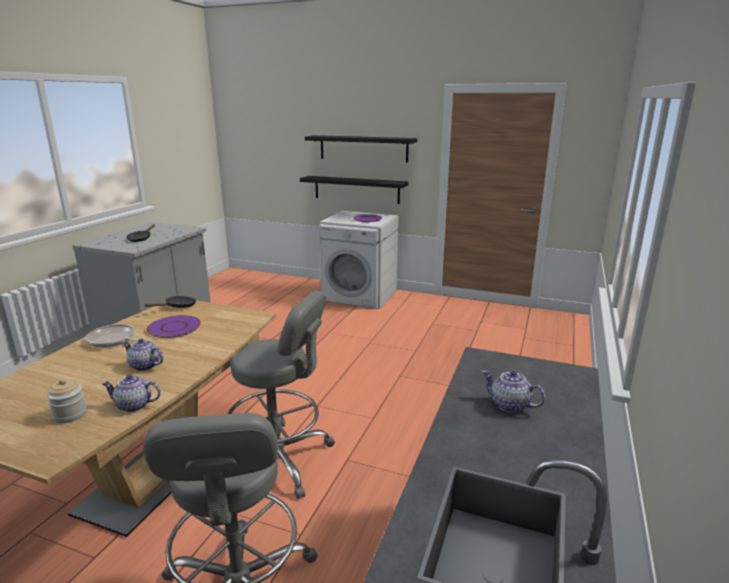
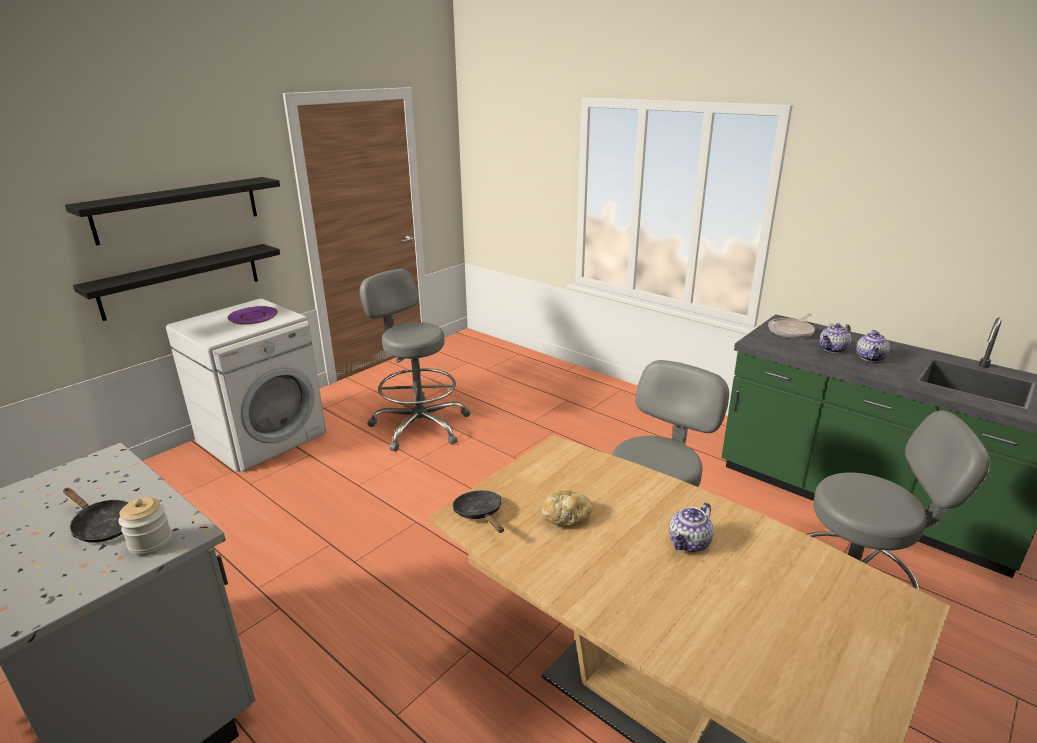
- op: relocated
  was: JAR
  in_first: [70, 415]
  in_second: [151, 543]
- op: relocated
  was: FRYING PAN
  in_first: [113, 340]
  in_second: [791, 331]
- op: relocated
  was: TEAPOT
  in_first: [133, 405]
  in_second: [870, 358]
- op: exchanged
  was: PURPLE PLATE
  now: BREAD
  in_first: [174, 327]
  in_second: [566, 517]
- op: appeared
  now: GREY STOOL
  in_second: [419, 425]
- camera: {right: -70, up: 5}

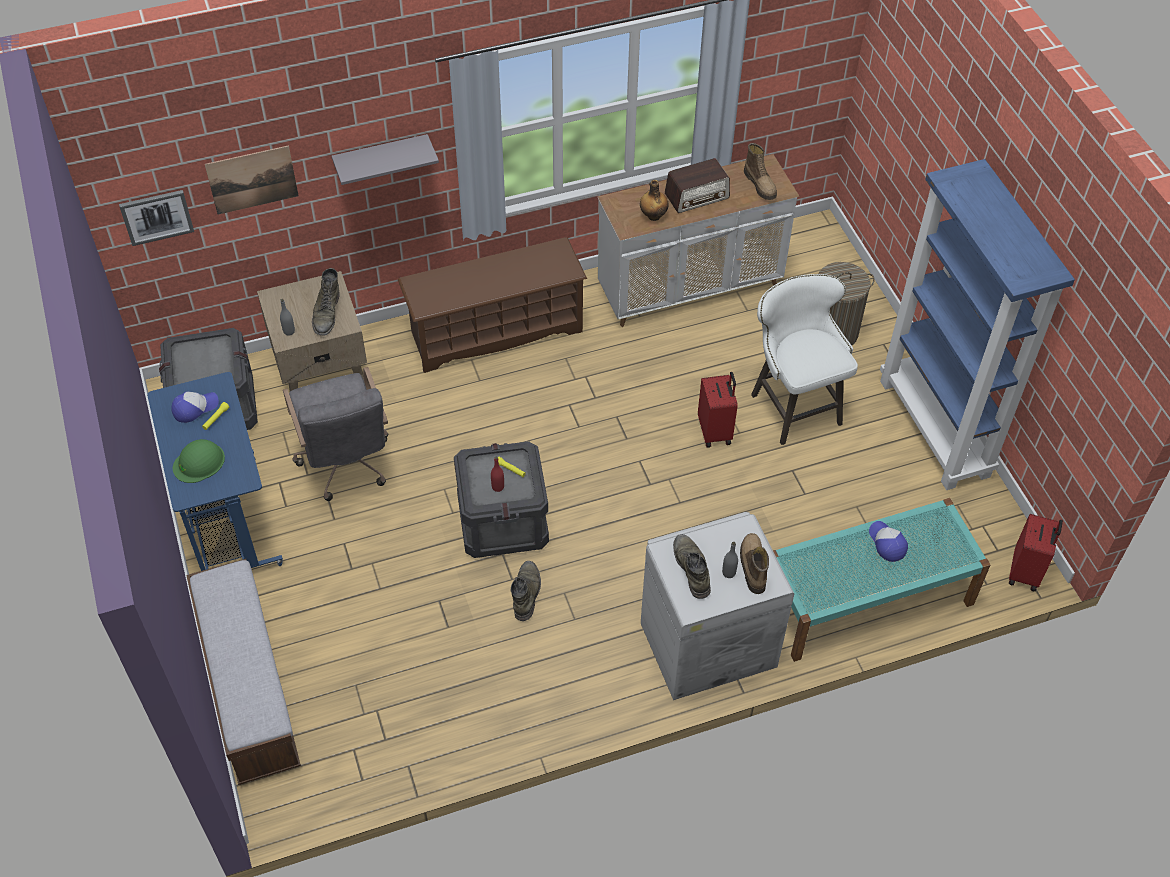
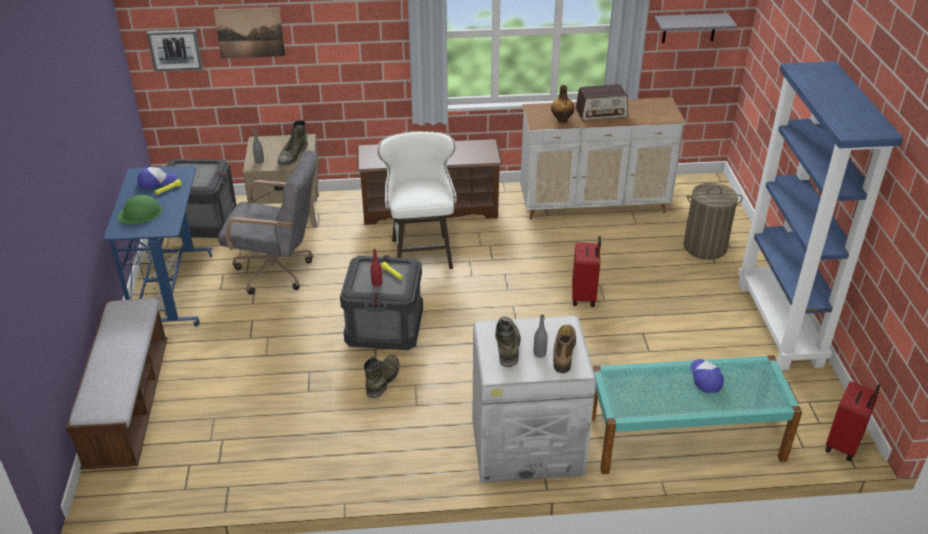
- op: spun
  was: GREY OFFICE CHAIR
  in_first: [347, 468]
  in_second: [278, 273]
  clockwise: -75
- op: relocated
  was: GREY SHELF
  in_first: [381, 159]
  in_second: [689, 28]
- op: missing
  was: BOOT
  in_first: [760, 184]
- op: relocated
  was: WHITE STOOL
  in_first: [794, 406]
  in_second: [421, 251]
- camera: {right: 15, up: -15}

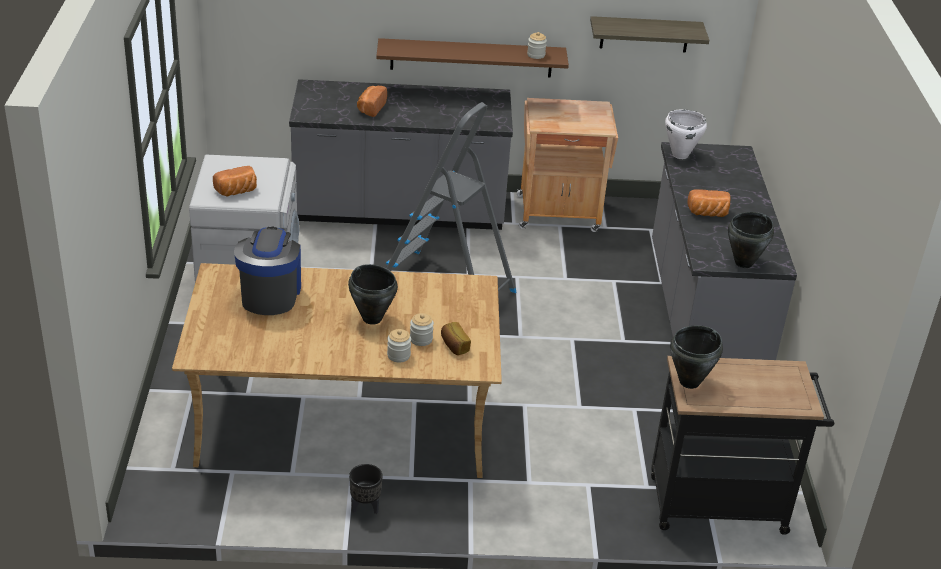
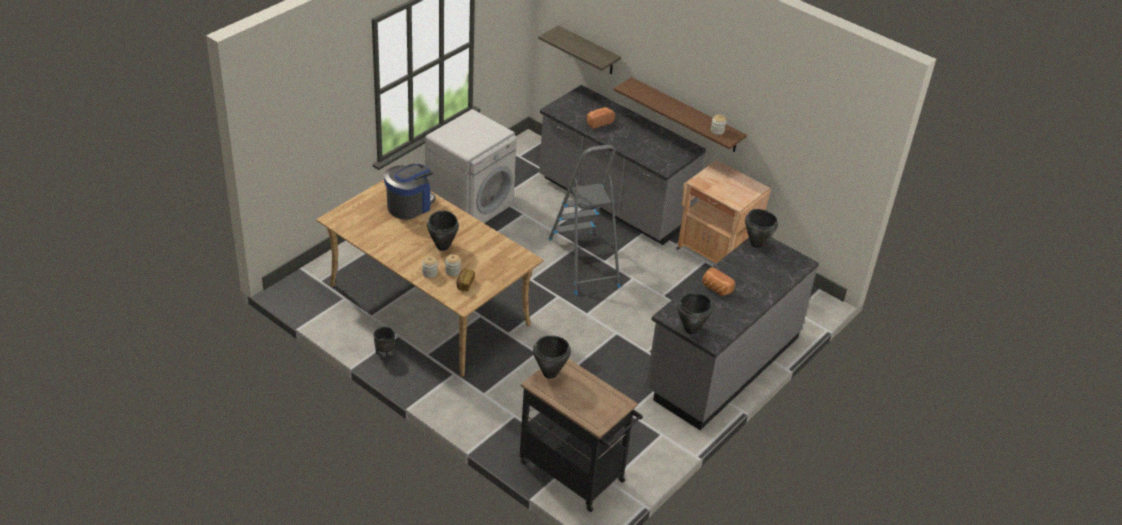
- op: missing
  was: BREAD
  in_first: [237, 192]
- op: relocated
  was: SHELF
  in_first: [644, 34]
  in_second: [588, 51]
- op: colour
  was: WHITE COOKING POT
  now: BLACK COOKING POT
  in_first: [679, 155]
  in_second: [756, 243]
- camera: {right: 40, up: 5}

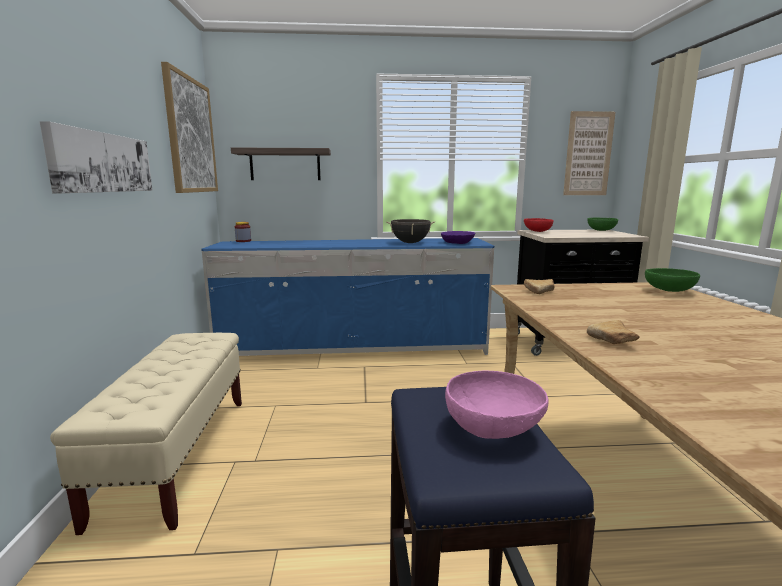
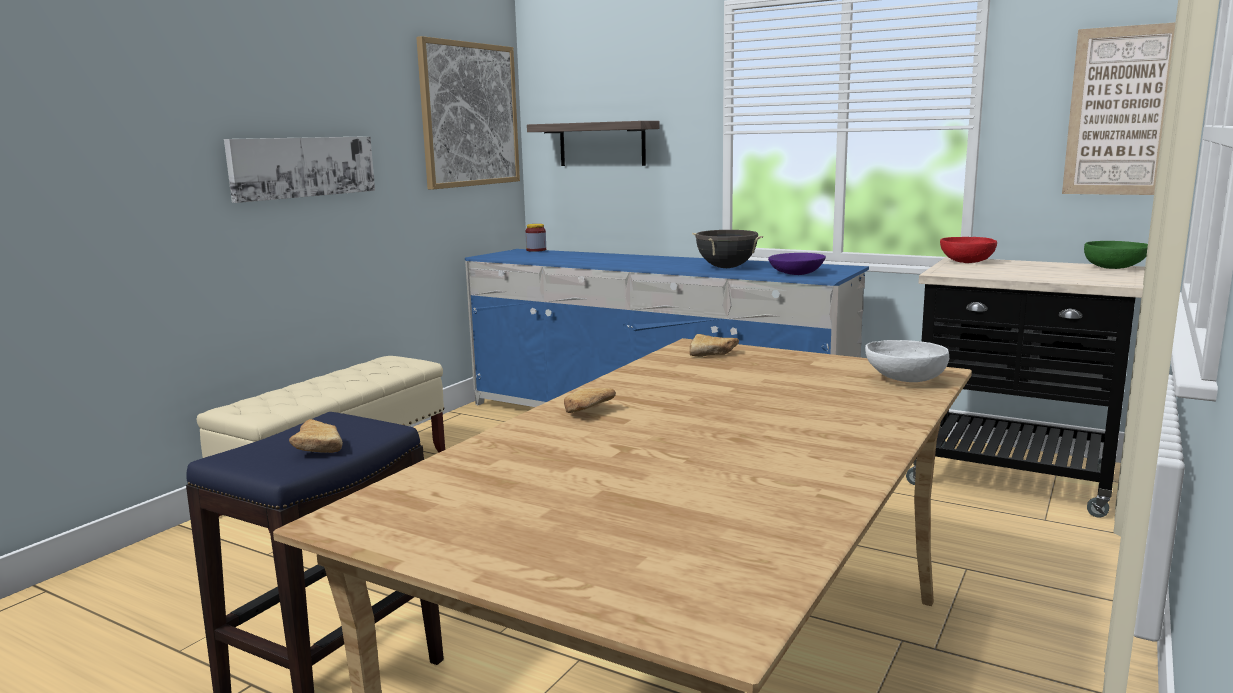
- op: exchanged
  was: PINK BOWL
  now: BREAD
  in_first: [494, 428]
  in_second: [317, 446]
- op: colour
  was: GREEN BOWL
  now: WHITE BOWL
  in_first: [669, 291]
  in_second: [904, 380]
- camera: {right: 35, up: 0}

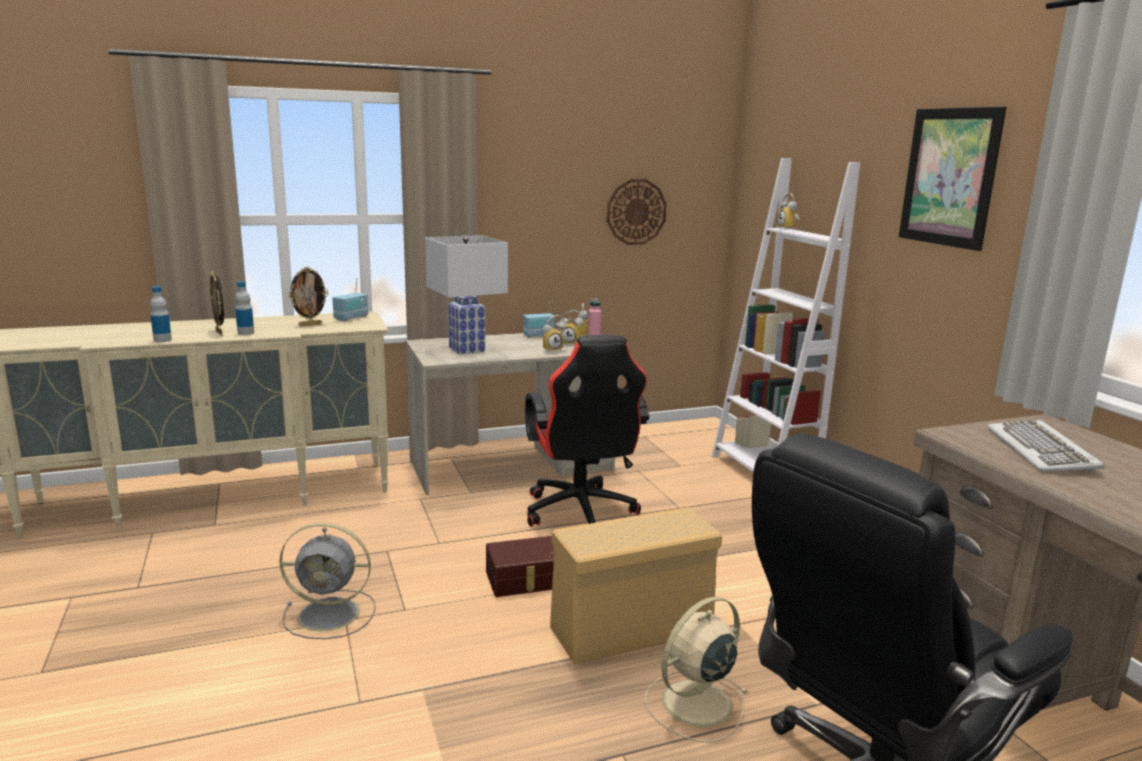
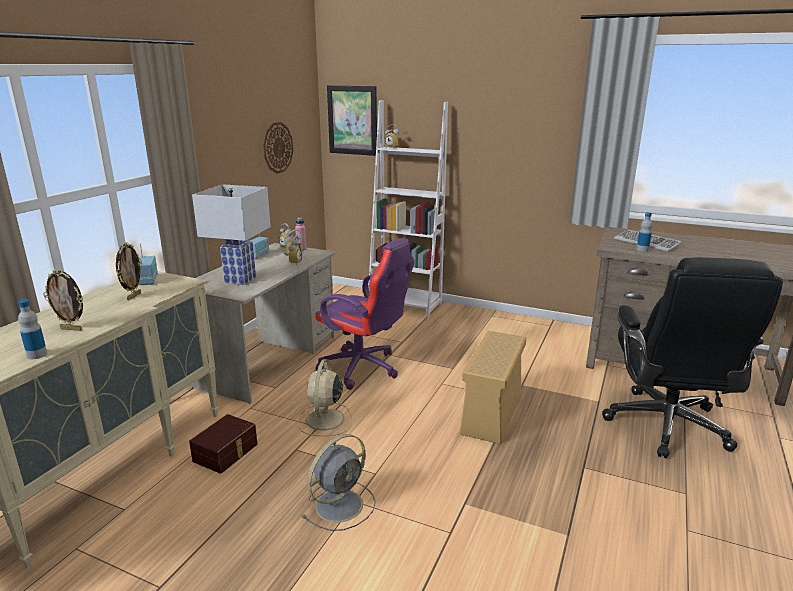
- op: relocated
  was: BOTTLE
  in_first: [246, 333]
  in_second: [642, 250]
- op: relocated
  was: BROWN STORAGE BOX
  in_first: [524, 580]
  in_second: [227, 453]
- op: colour
  was: BLACK OFFICE CHAIR
  now: PURPLE OFFICE CHAIR
  in_first: [580, 516]
  in_second: [365, 370]
- op: relocated
  was: BEIGE FAN
  in_first: [694, 704]
  in_second: [324, 420]
- op: relocated
  was: PICTURE
  in_first: [949, 177]
  in_second: [352, 120]
- camera: {right: -45, up: 5}

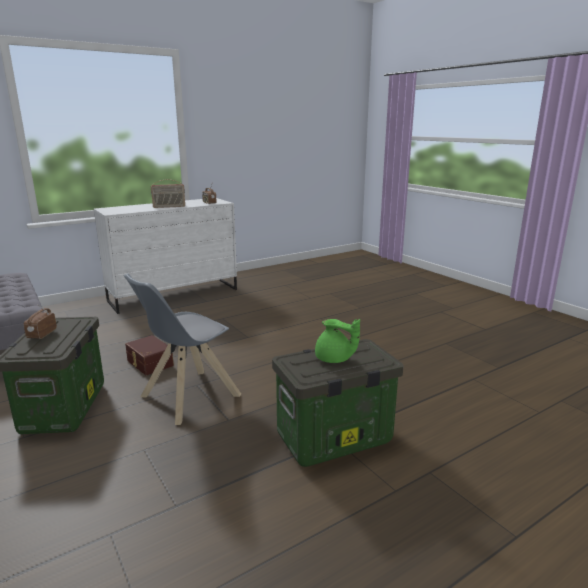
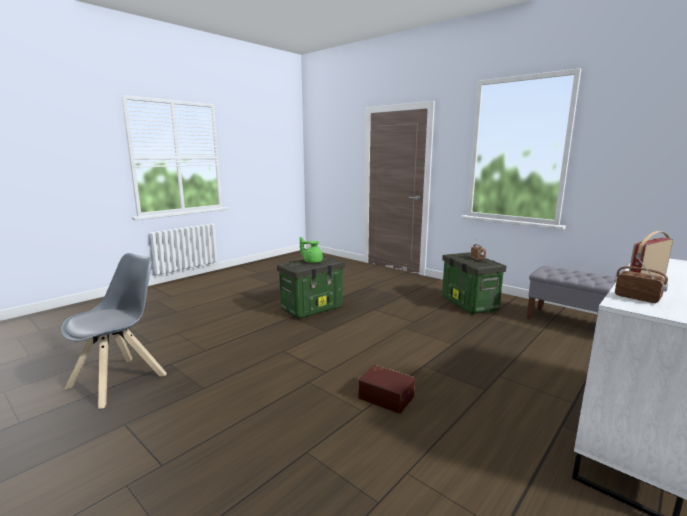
- op: relocated
  was: GREY CHAIR
  in_first: [188, 397]
  in_second: [120, 380]
- op: relocated
  was: BROWN STORAGE BOX
  in_first: [149, 363]
  in_second: [386, 396]
- camera: {right: 165, up: -5}

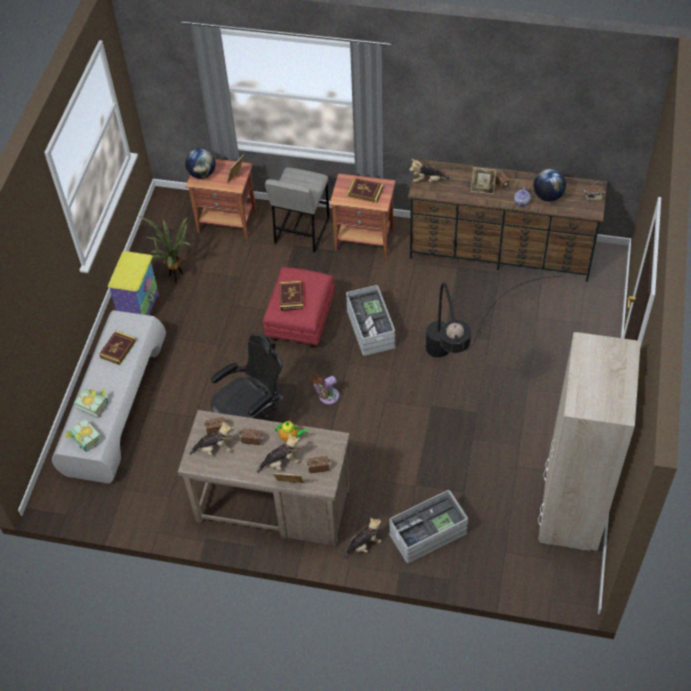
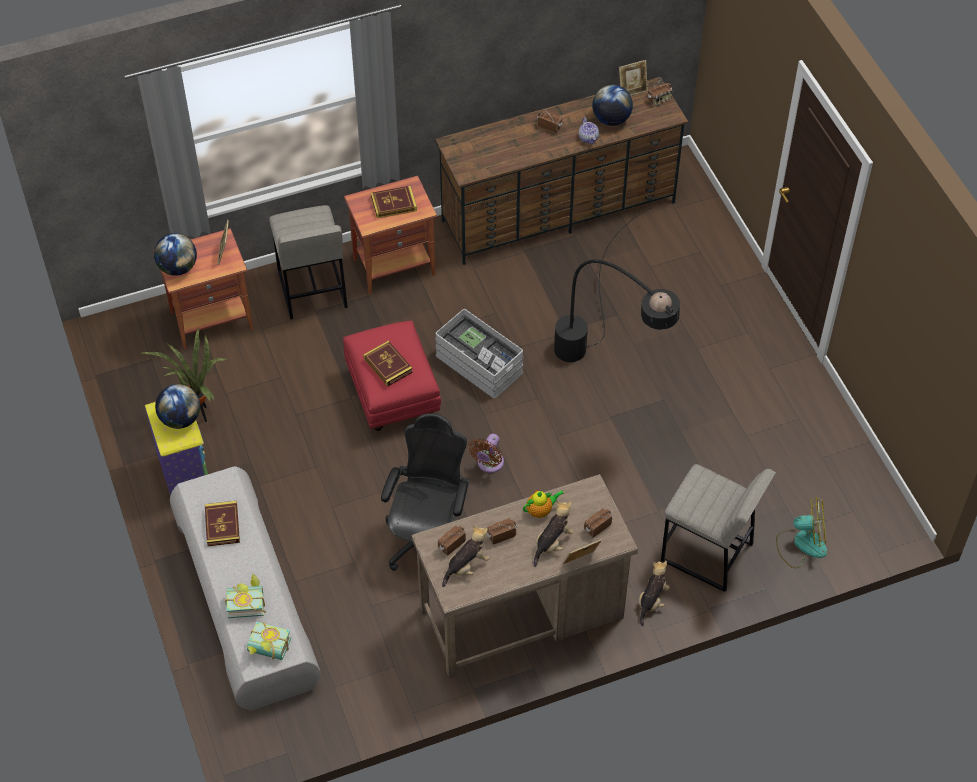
- op: exchanged
  was: GREY STORAGE BOX
  now: GREY CHAIR
  in_first: [428, 534]
  in_second: [709, 553]
- op: missing
  was: PLUSH TOY
  in_first: [427, 180]
- op: relocated
  was: PICTURE FRAME
  in_first: [482, 190]
  in_second: [632, 91]
- op: missing
  was: BEIGE WARDROBE
  in_first: [569, 511]
- op: appeared
  now: GLOBE
  in_second: [180, 419]
- op: appeared
  now: FAN
  in_second: [801, 544]
- camera: {right: -35, up: 0}

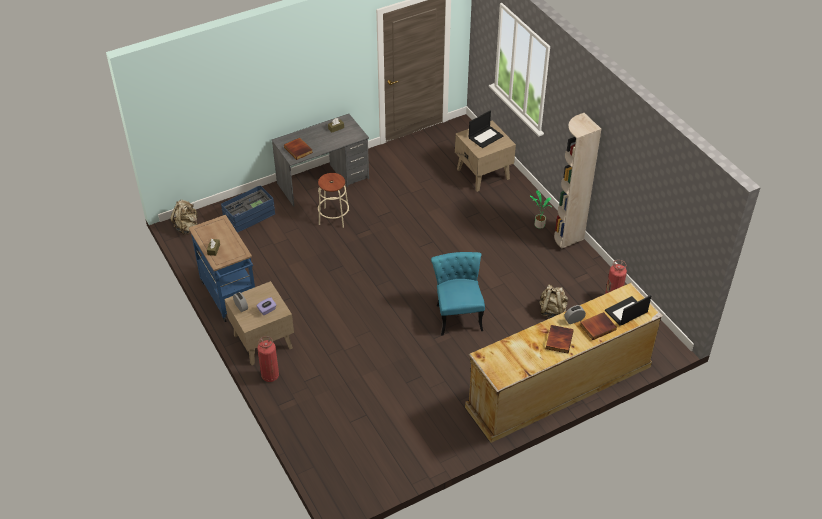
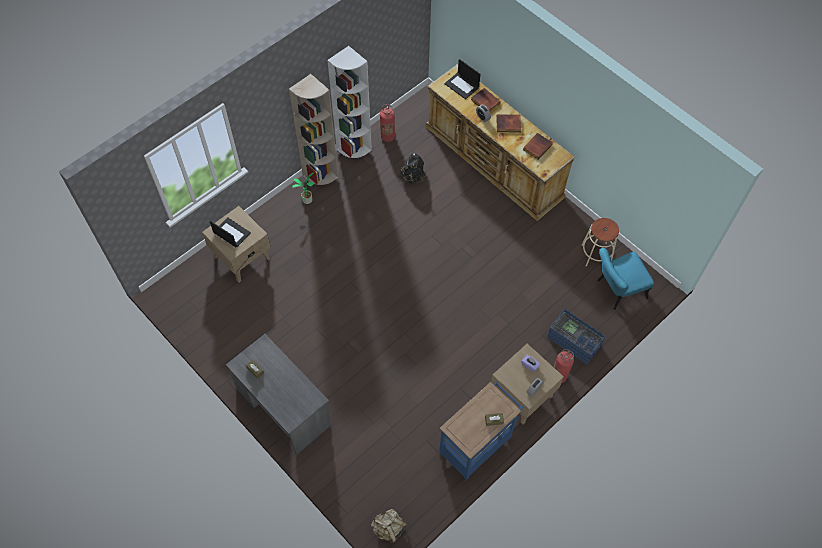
- op: relocated
  was: BLUE STORAGE BOX
  in_first: [249, 217]
  in_second: [574, 340]
- op: relocated
  was: BOOK
  in_first: [299, 150]
  in_second: [537, 147]
- op: relocated
  was: BEIGE STOOL
  in_first: [334, 217]
  in_second: [596, 254]
- op: relocated
  was: TURQUOISE CHAIR
  in_first: [457, 313]
  in_second: [616, 290]
- op: colour
  was: BEIGE BACKPACK
  now: BLACK BACKPACK
  in_first: [552, 311]
  in_second: [413, 176]
- op: appeared
  now: WHITE BOOKCASE
  in_second: [354, 151]
- camera: {right: -105, up: 15}

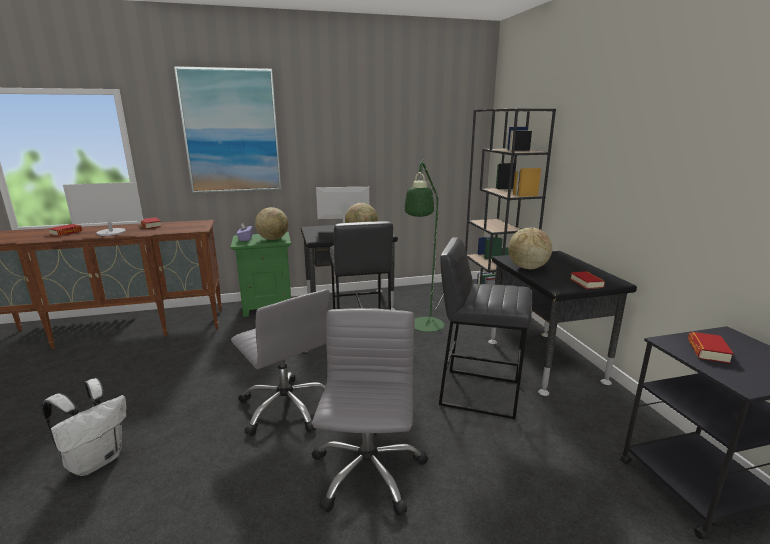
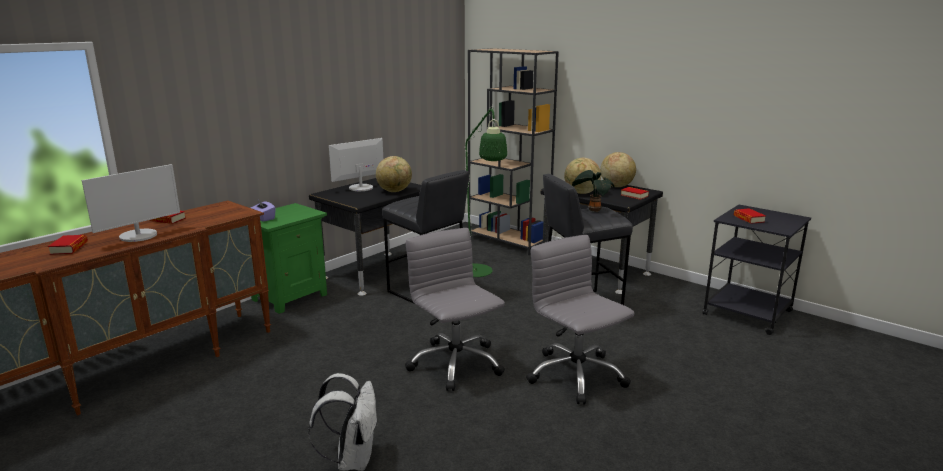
- op: missing
  was: PICTURE
  in_first: [231, 132]
- op: spun
  was: GREY OFFICE CHAIR
  in_first: [286, 407]
  in_second: [455, 364]
  clockwise: -135
- op: relocated
  was: GLOBE
  in_first: [273, 239]
  in_second: [616, 186]
- op: appeared
  now: POTTED PLANT
  in_second: [592, 210]
- camera: {right: -35, up: 0}

